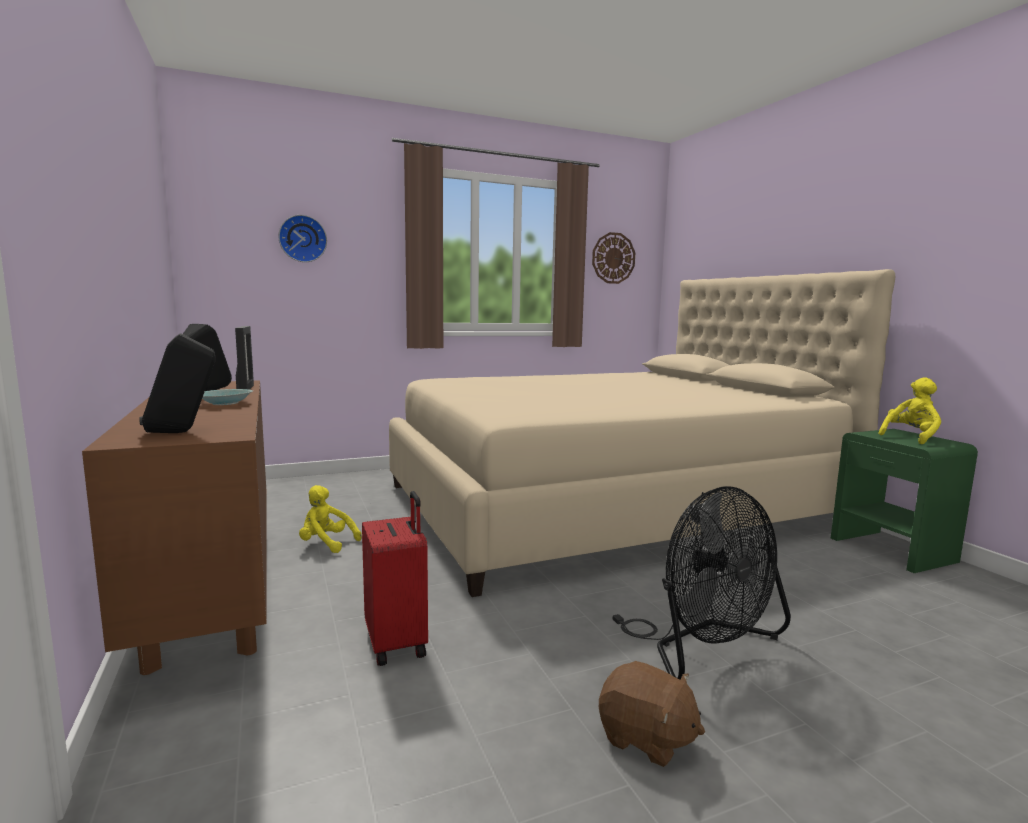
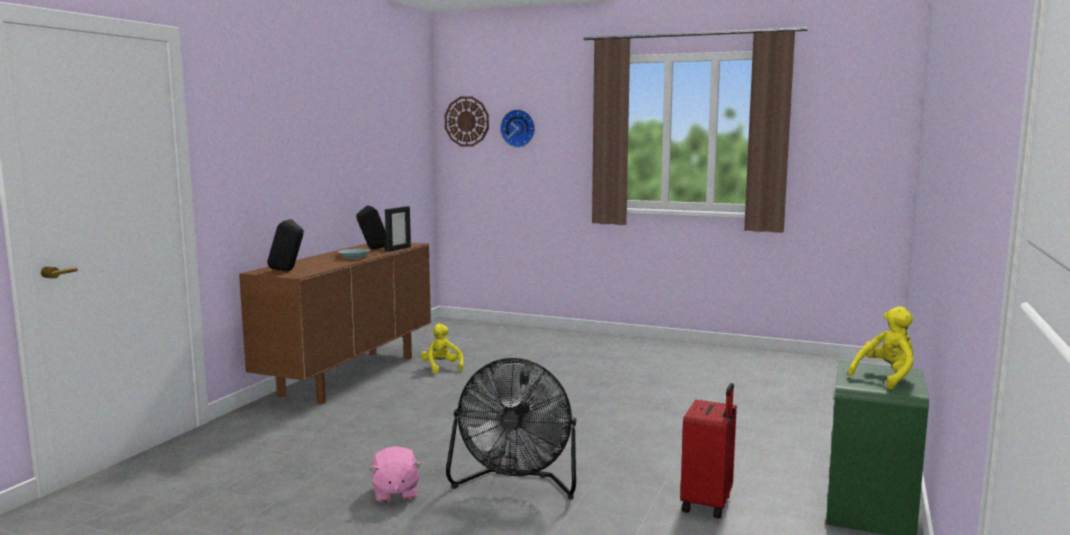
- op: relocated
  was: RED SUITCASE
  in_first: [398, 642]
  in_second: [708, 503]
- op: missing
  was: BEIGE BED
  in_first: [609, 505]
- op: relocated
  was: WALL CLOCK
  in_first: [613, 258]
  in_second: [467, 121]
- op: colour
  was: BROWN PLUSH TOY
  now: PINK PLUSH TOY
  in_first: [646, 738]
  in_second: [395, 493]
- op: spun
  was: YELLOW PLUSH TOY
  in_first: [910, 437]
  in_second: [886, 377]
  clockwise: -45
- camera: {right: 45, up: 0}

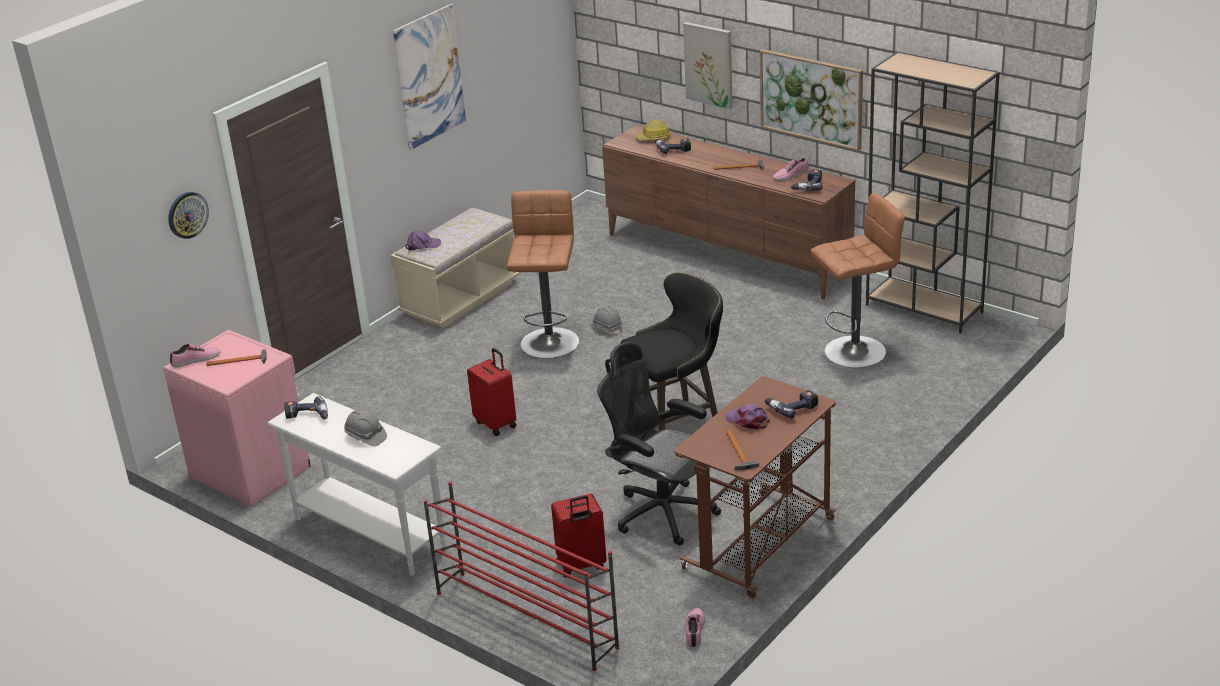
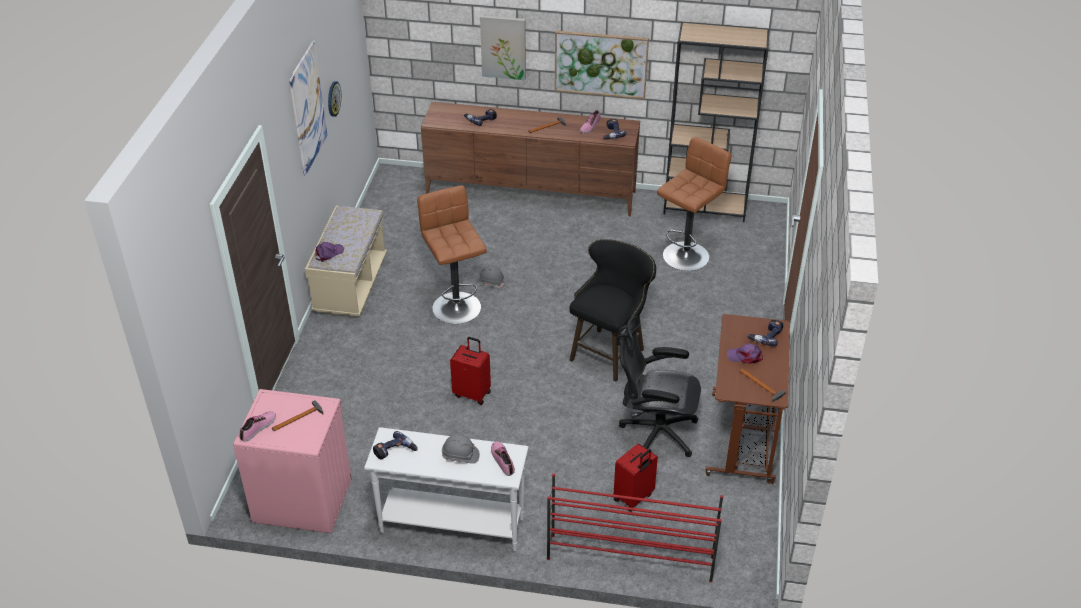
- op: relocated
  was: WALL CLOCK
  in_first: [187, 215]
  in_second: [333, 98]
- op: missing
  was: HARD HAT
  in_first: [654, 138]
- op: relocated
  was: SHOE
  in_first: [695, 630]
  in_second: [503, 460]
- camera: {right: -30, up: 10}

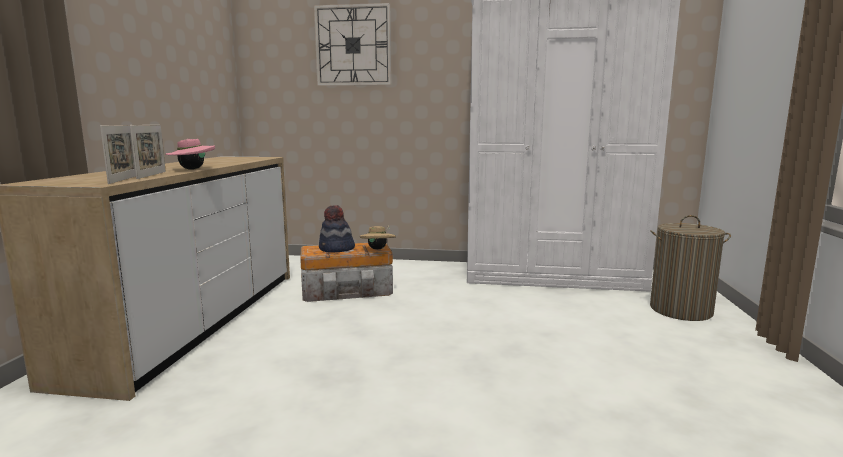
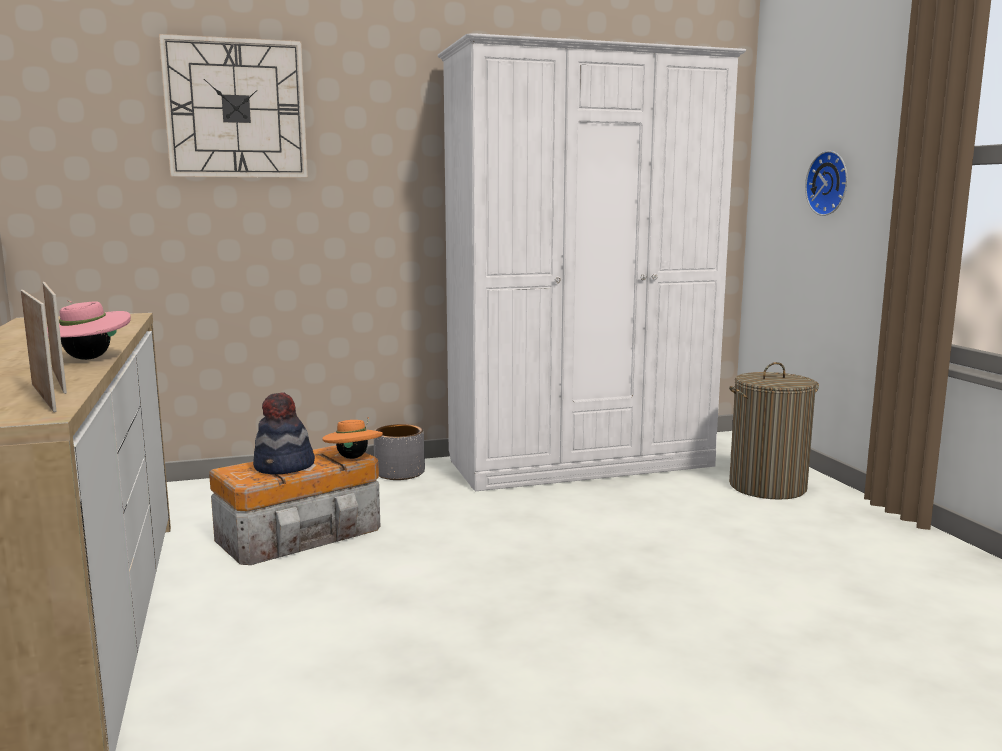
- op: colour
  was: BEIGE HAT
  now: ORANGE HAT
  in_first: [378, 249]
  in_second: [353, 457]
- op: appeared
  now: GREY PLANTER
  in_second: [399, 473]
- op: appeared
  now: WALL CLOCK
  in_second: [830, 183]
- camera: {right: -25, up: 0}

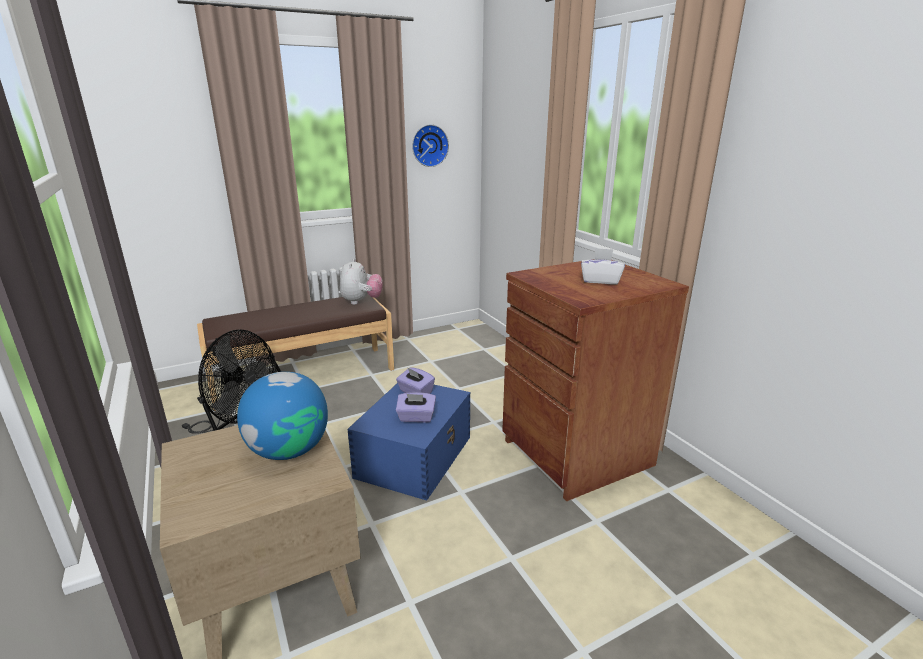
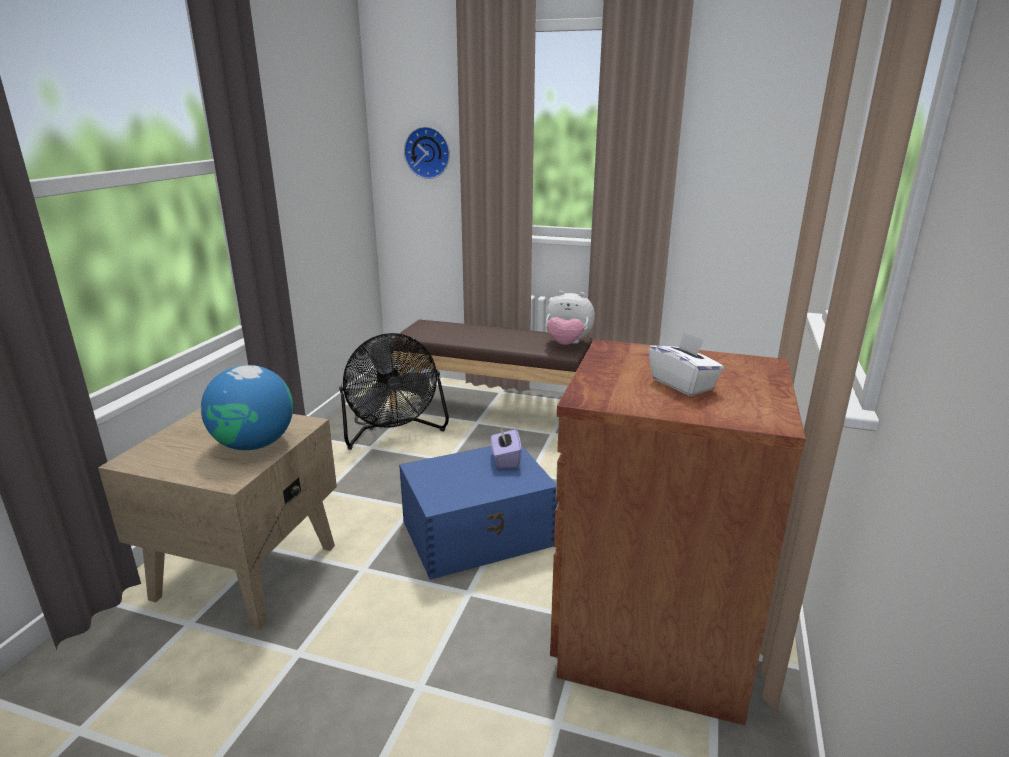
- op: spun
  was: PLUSH TOY
  in_first: [361, 301]
  in_second: [567, 344]
  clockwise: 60
- op: missing
  was: PURPLE TISSUE BOX
  in_first: [416, 417]
- op: relocated
  was: WALL CLOCK
  in_first: [429, 145]
  in_second: [428, 152]
- camera: {right: 45, up: 0}

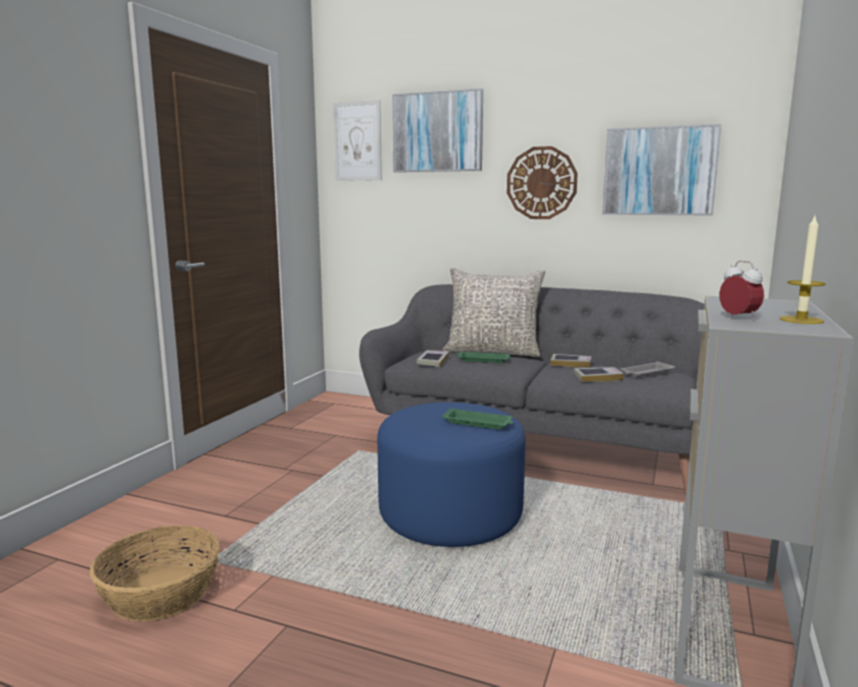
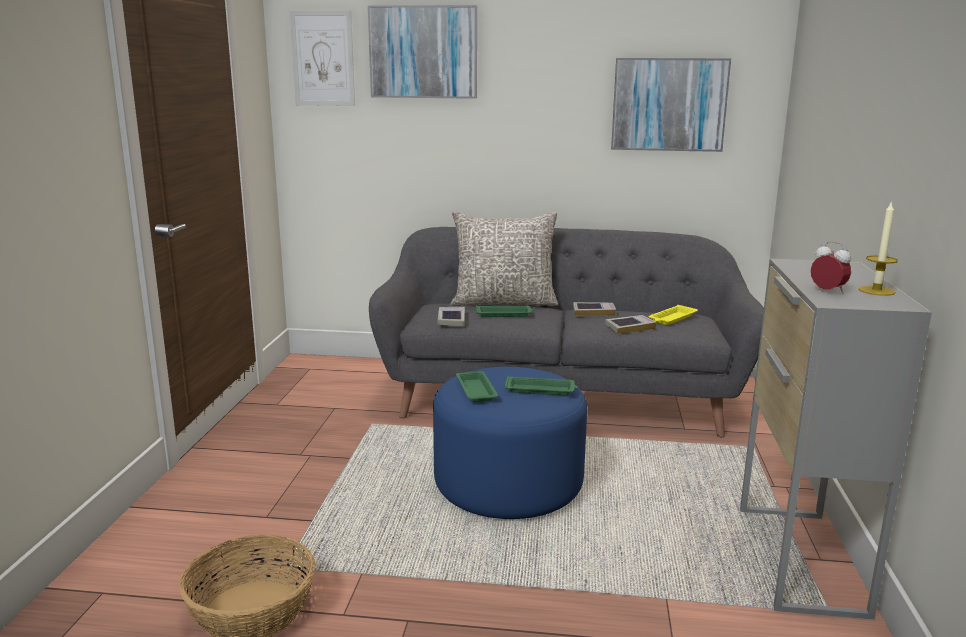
- op: missing
  was: WALL CLOCK
  in_first: [541, 183]
- op: colour
  was: GREY TRAY
  now: YELLOW TRAY
  in_first: [646, 373]
  in_second: [672, 318]
- op: appeared
  now: GREEN TRAY
  in_second: [476, 390]
- camera: {right: -15, up: 5}

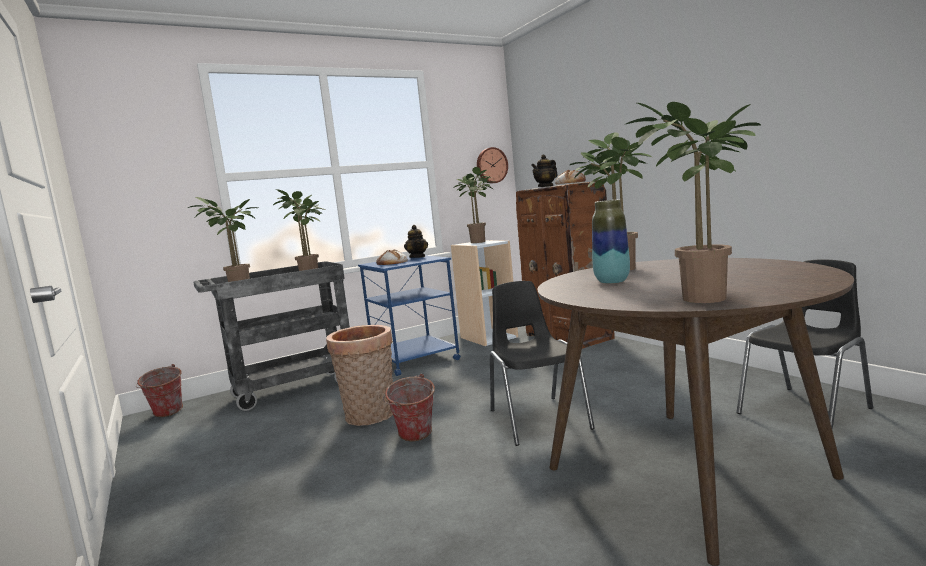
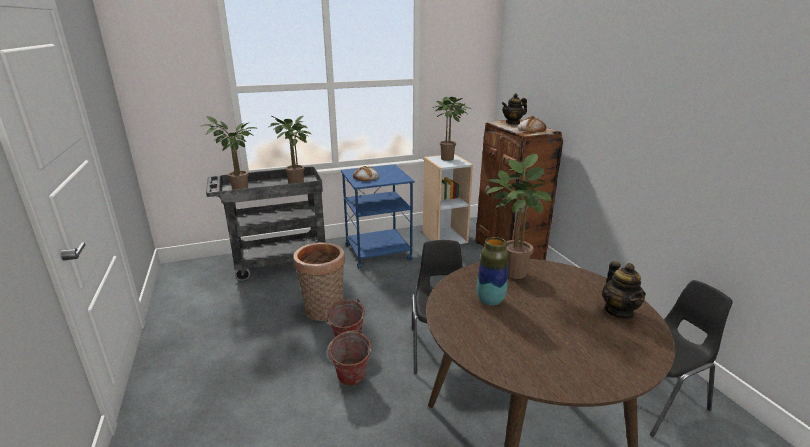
- op: relocated
  was: BUCKET
  in_first: [166, 414]
  in_second: [350, 381]
- op: relocated
  was: TEAPOT
  in_first: [417, 257]
  in_second: [619, 311]
- op: missing
  was: WALL CLOCK
  in_first: [491, 165]
- op: missing
  was: POTTED PLANT
  in_first: [701, 300]
- camera: {right: 10, up: 15}

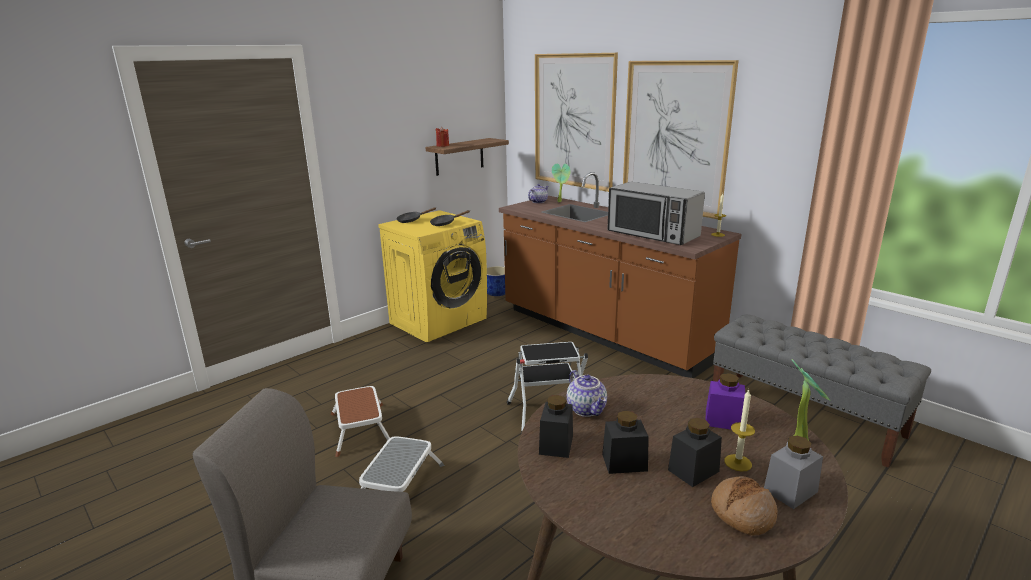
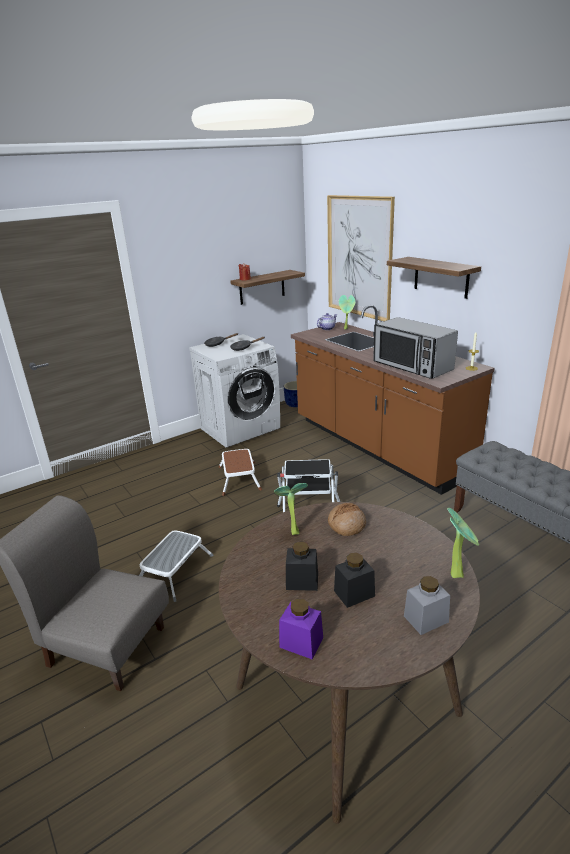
- op: relocated
  was: BROWN STEP LADDER
  in_first: [361, 428]
  in_second: [239, 478]
- op: colour
  was: YELLOW WASHING MACHINE
  now: WHITE WASHING MACHINE
  in_first: [438, 323]
  in_second: [240, 430]
- op: missing
  was: BLACK JAR
  in_first: [556, 444]
- op: exchanged
  was: TEAPOT
  now: POTTED PLANT
  in_first: [587, 409]
  in_second: [292, 531]
- op: exchanged
  was: PICTURE
  now: SHELF
  in_first: [675, 138]
  in_second: [441, 277]
- op: relocated
  was: PURPLE JAR
  in_first: [723, 420]
  in_second: [301, 642]
- op: relocated
  was: BREAD
  in_first: [742, 513]
  in_second: [346, 524]
- op: missing
  was: CANDLE
  in_first: [738, 463]
- camera: {right: 10, up: 5}

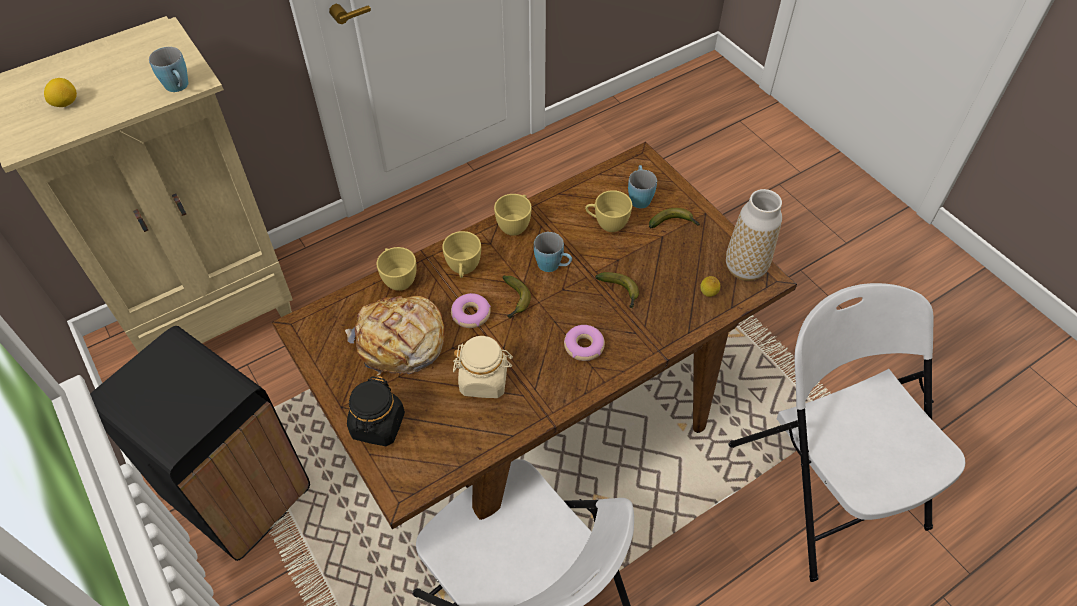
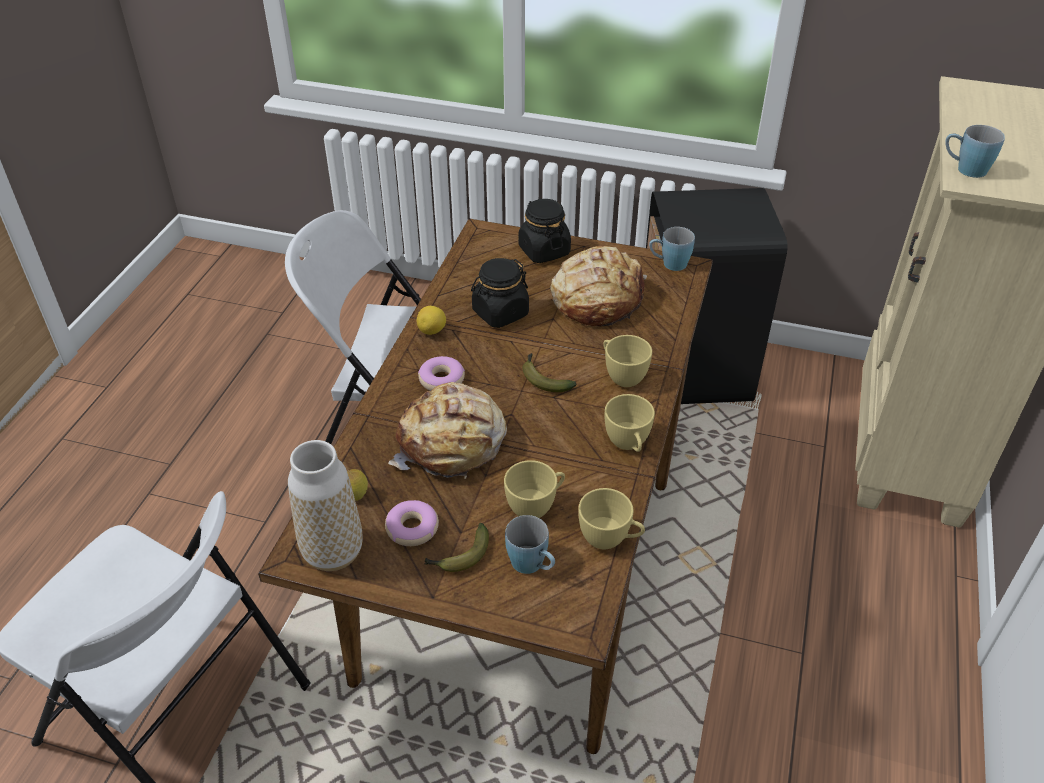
- op: relocated
  was: LEMON
  in_first: [66, 103]
  in_second: [432, 331]
- op: relocated
  was: YELLOW CUP
  in_first: [398, 279]
  in_second: [610, 539]
- op: relocated
  was: DONUT
  in_first: [471, 314]
  in_second: [412, 528]
- op: colour
  was: BEIGE JAR
  now: BLACK JAR
  in_first: [484, 380]
  in_second: [500, 313]
- op: relocated
  was: BLUE MUG
  in_first: [553, 266]
  in_second: [669, 264]
- op: exchanged
  was: BANANA
  now: BREAD
  in_first: [620, 292]
  in_second: [452, 444]
- camera: {right: 140, up: -10}

